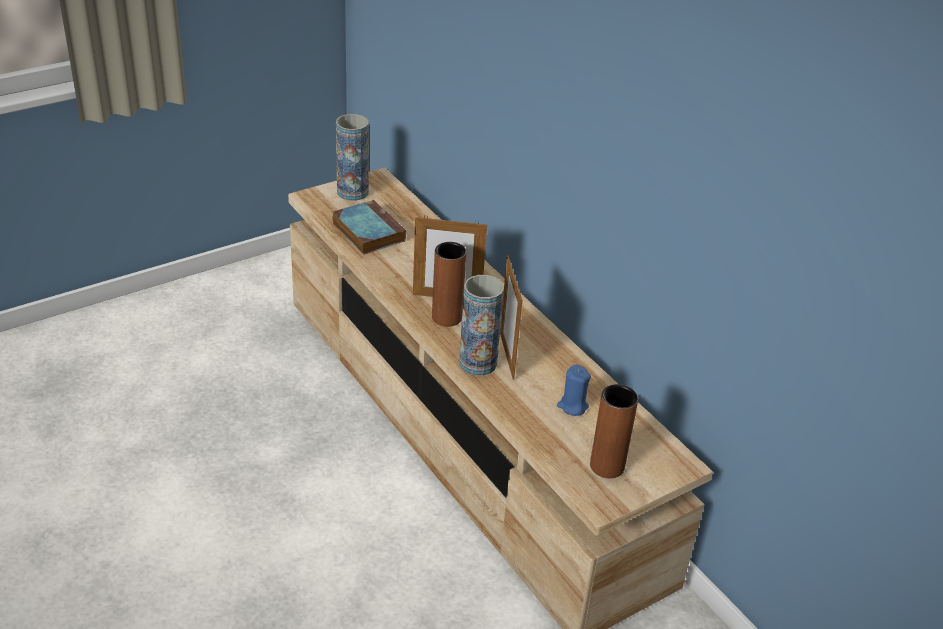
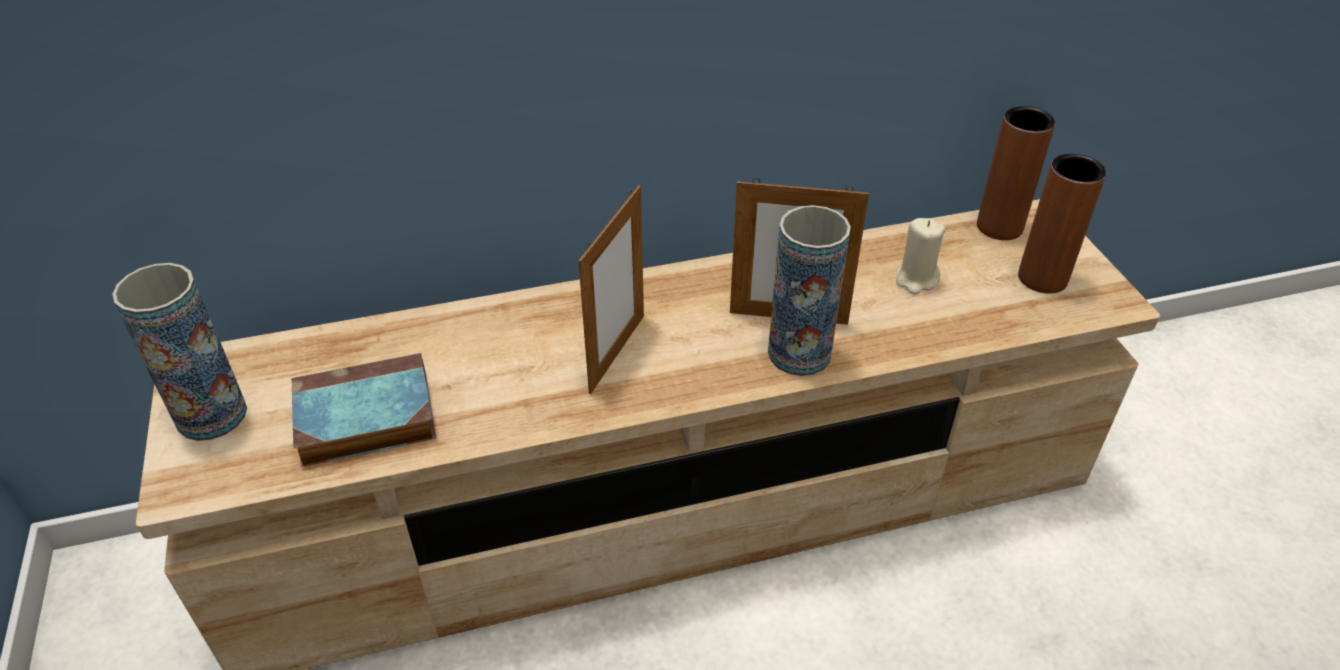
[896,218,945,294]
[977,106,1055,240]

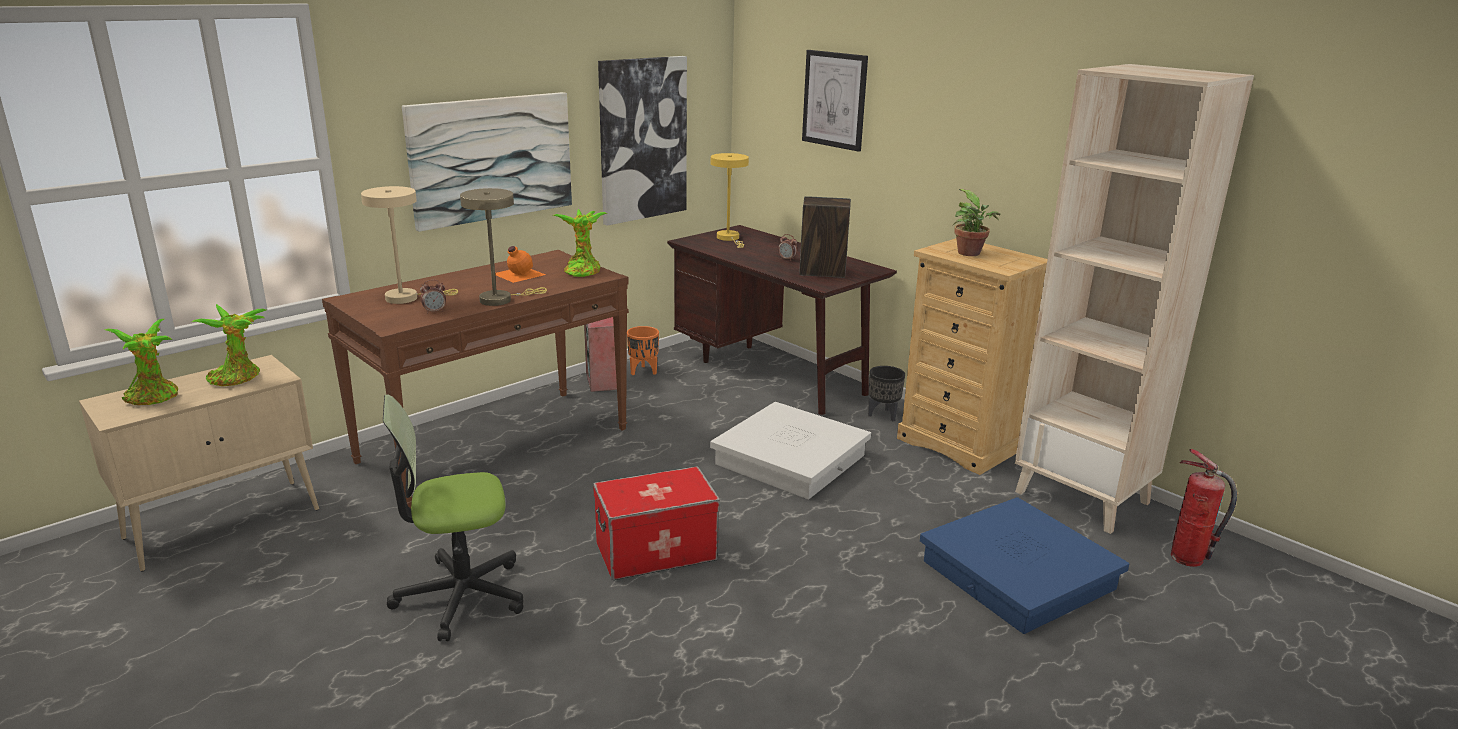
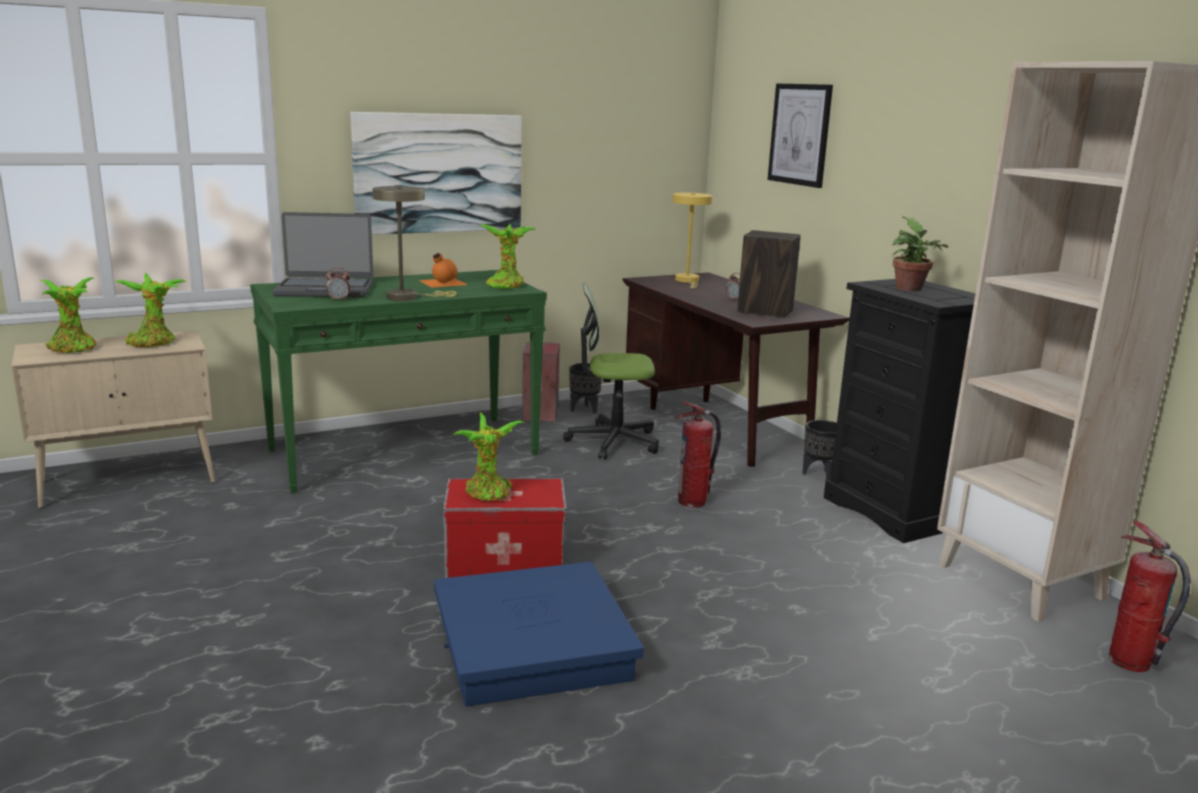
[250,270,547,494]
[272,212,373,297]
[434,562,644,706]
[452,412,524,501]
[563,283,659,459]
[569,363,602,414]
[675,402,721,508]
[824,279,976,543]
[598,56,687,226] (first image)

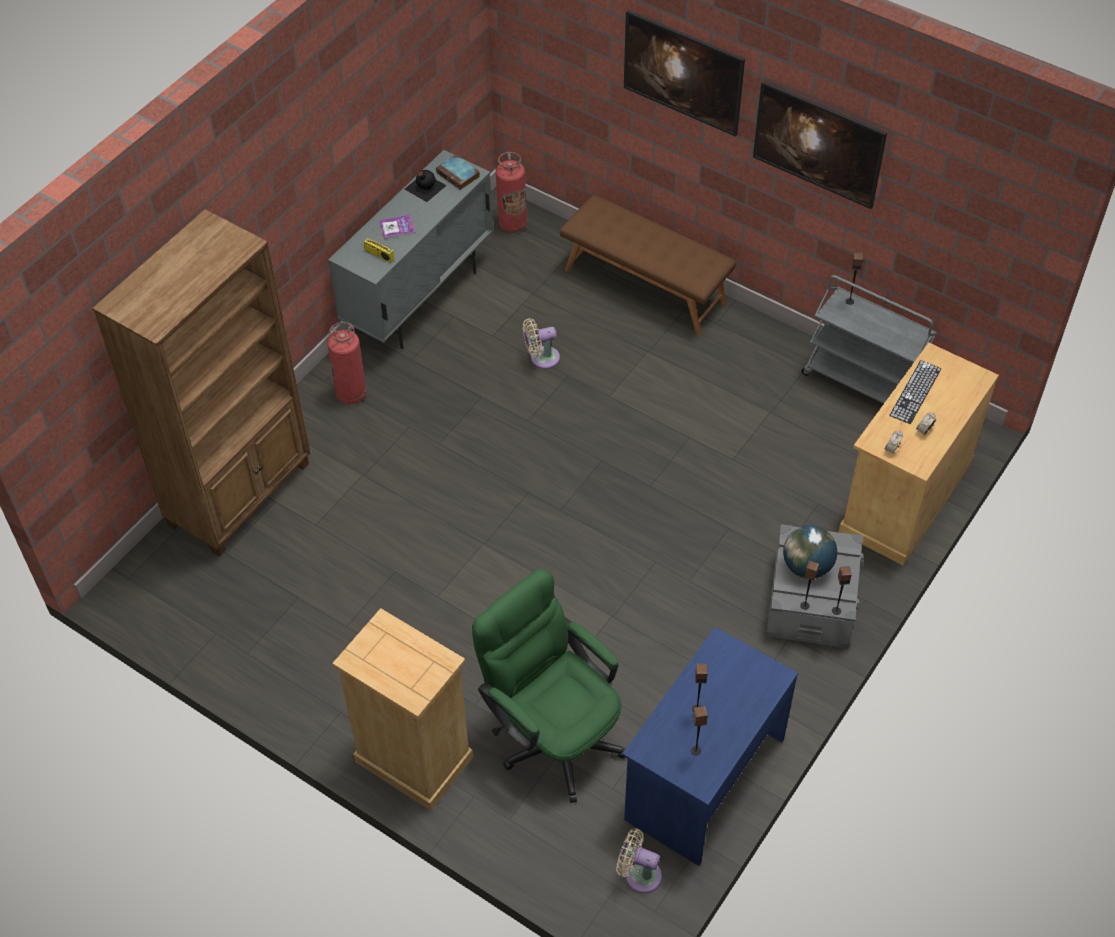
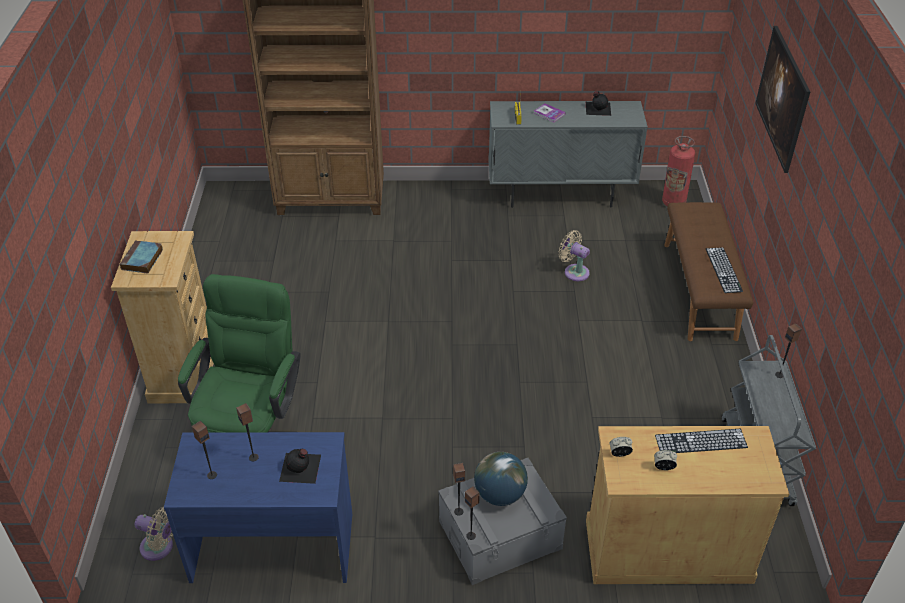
[120,240,163,274]
[135,507,173,561]
[279,449,321,484]
[706,247,743,293]
[327,322,366,404] (first image)
[753,81,887,209] (first image)

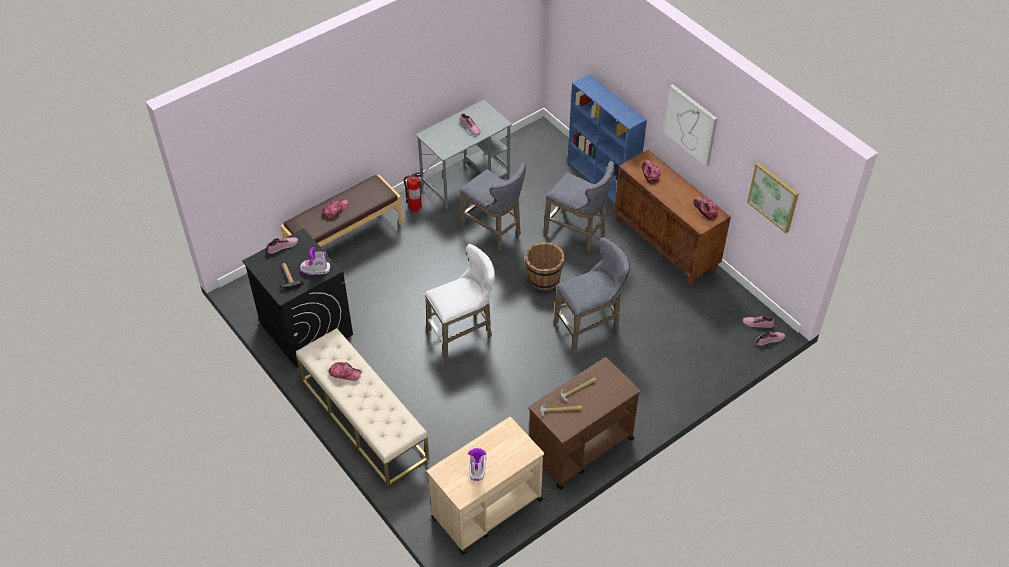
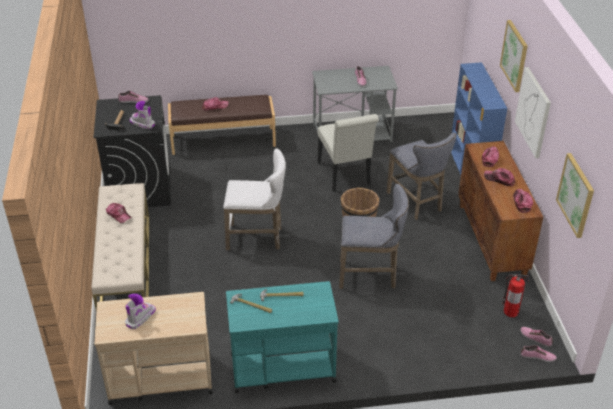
[226,281,339,393]
[318,114,379,192]
[484,168,515,186]
[500,20,528,92]
[503,274,529,317]

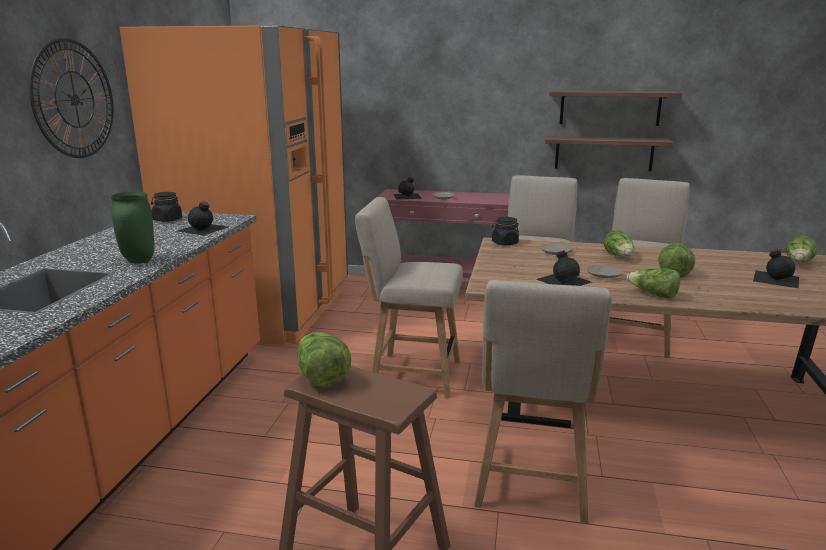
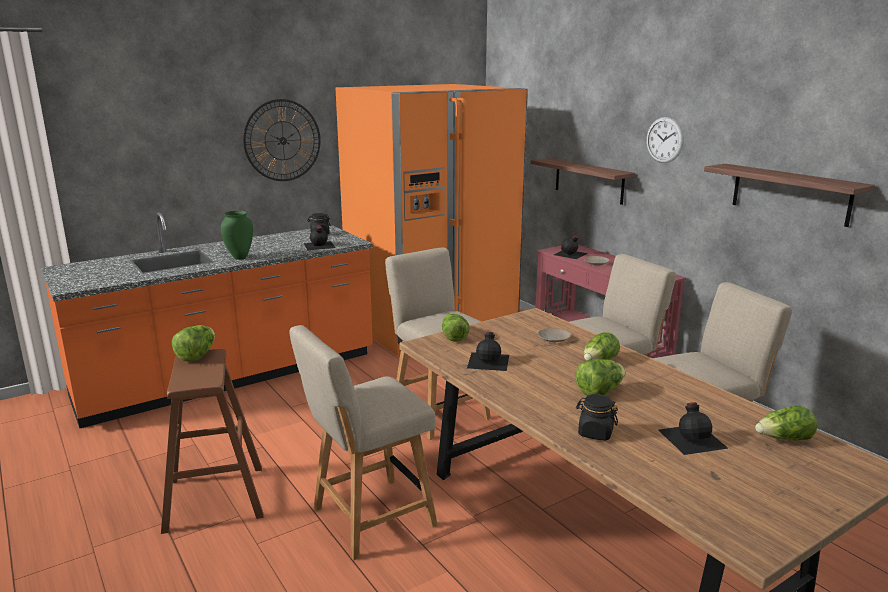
[442,313,469,342]
[531,158,635,205]
[576,394,618,441]
[646,117,683,163]
[586,265,623,278] (first image)

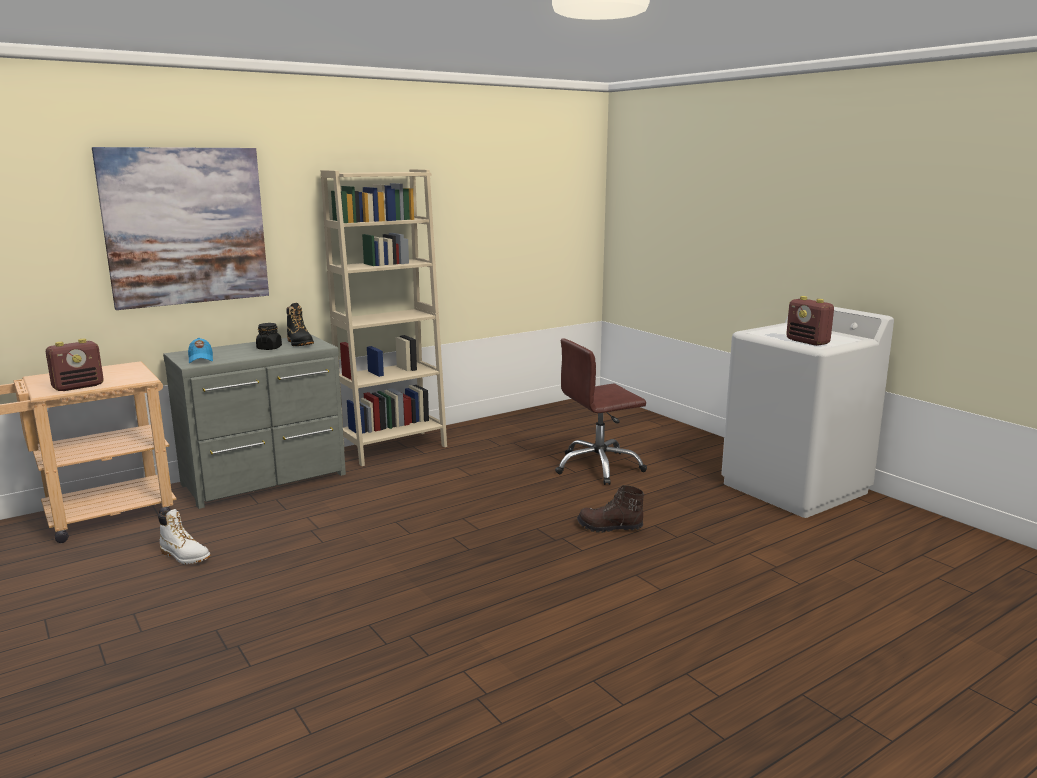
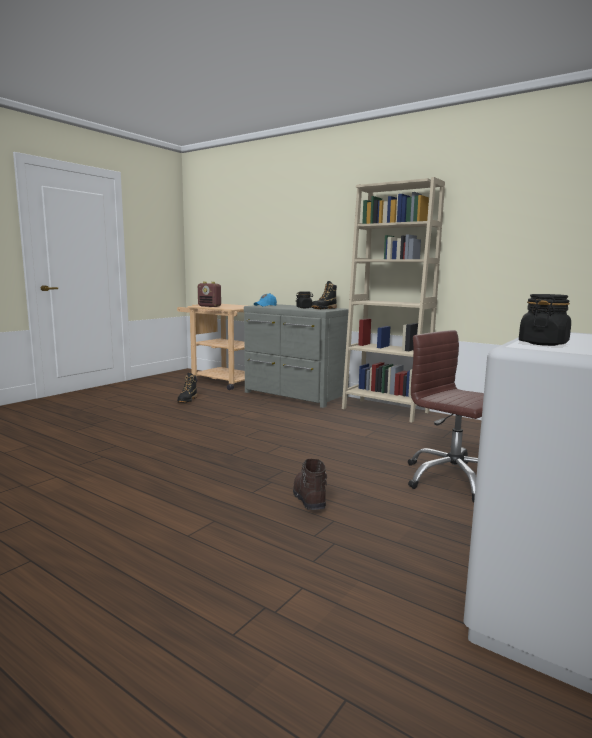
[177,373,197,403]
[519,294,571,346]
[92,147,269,310] (first image)

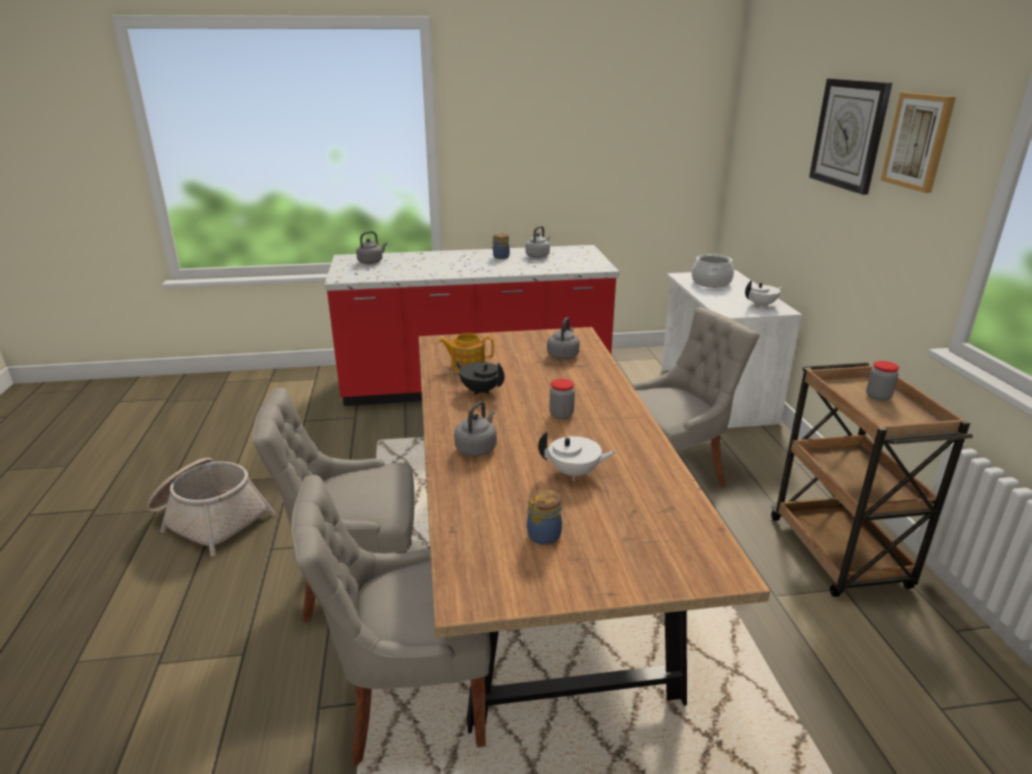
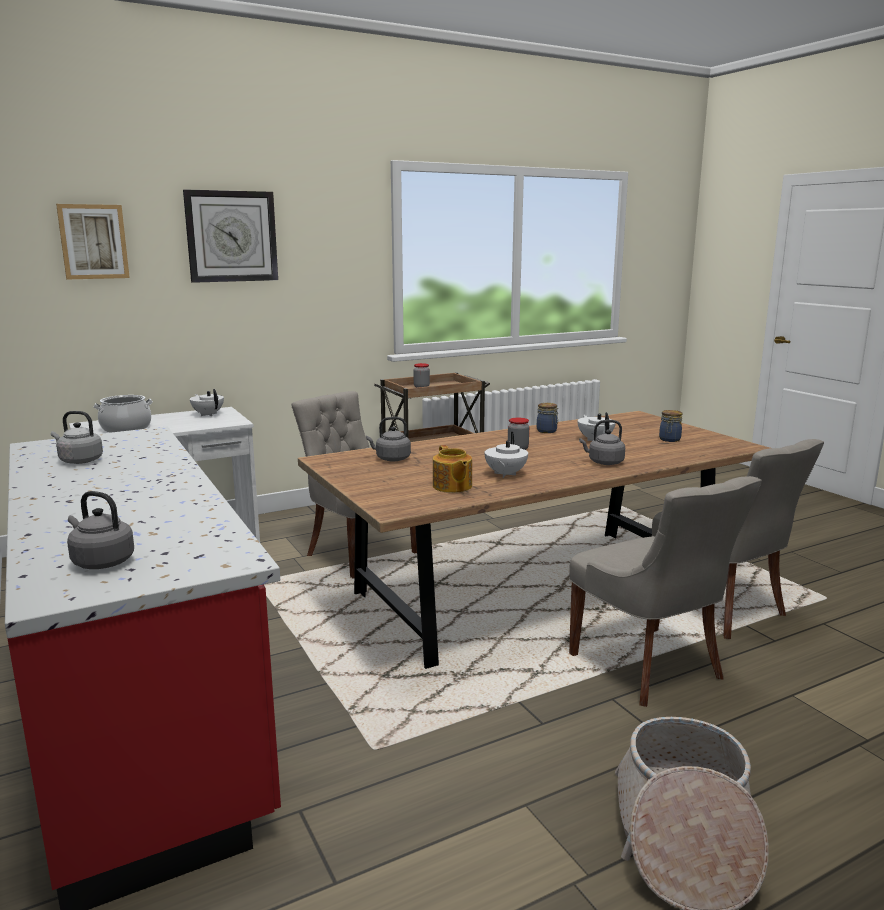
[56,204,130,279]
[484,432,528,478]
[537,403,558,433]

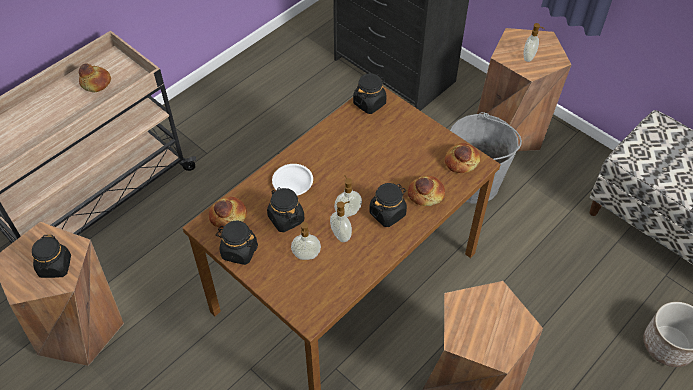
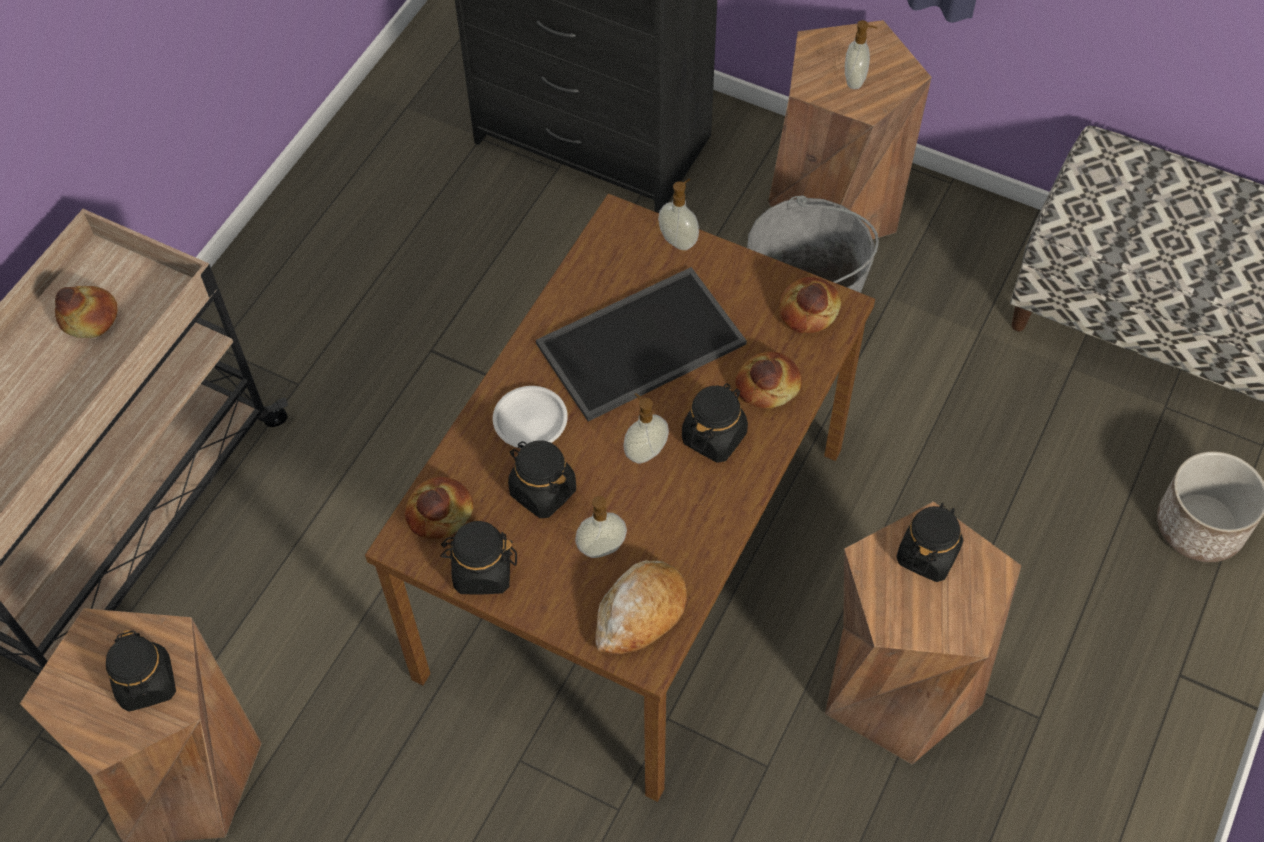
[536,267,747,421]
[595,560,687,654]
[658,179,699,250]
[896,503,963,582]

